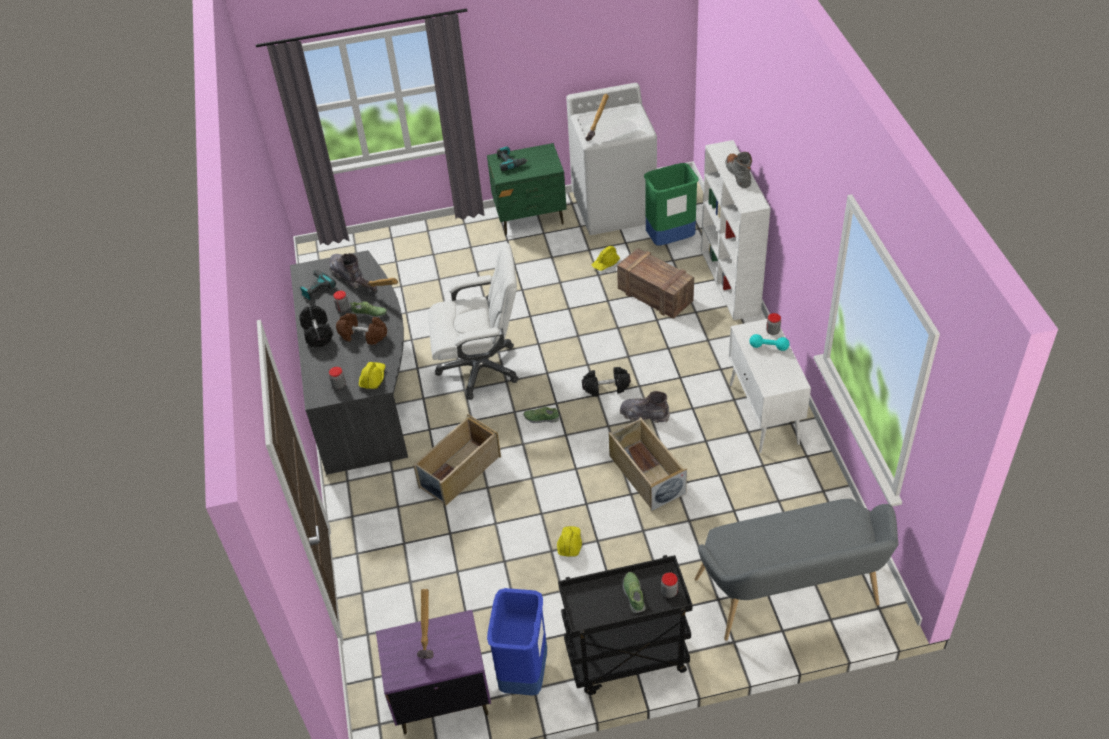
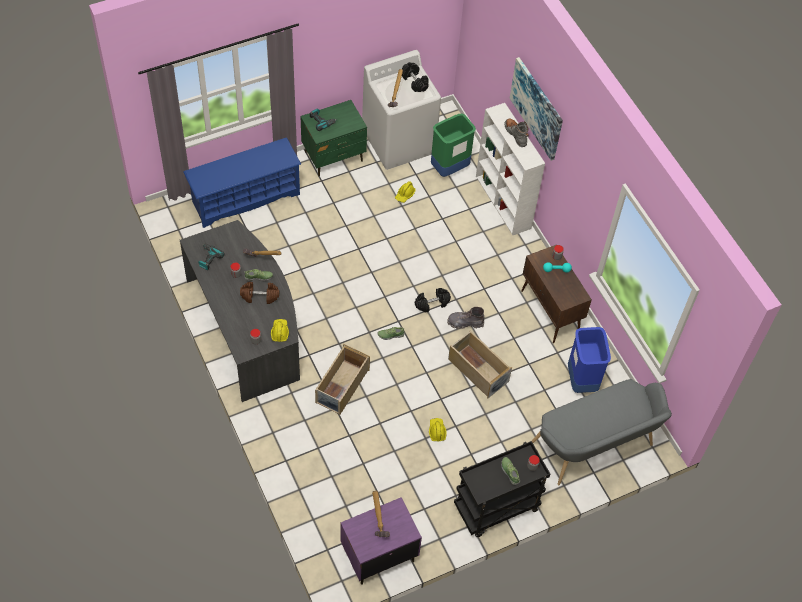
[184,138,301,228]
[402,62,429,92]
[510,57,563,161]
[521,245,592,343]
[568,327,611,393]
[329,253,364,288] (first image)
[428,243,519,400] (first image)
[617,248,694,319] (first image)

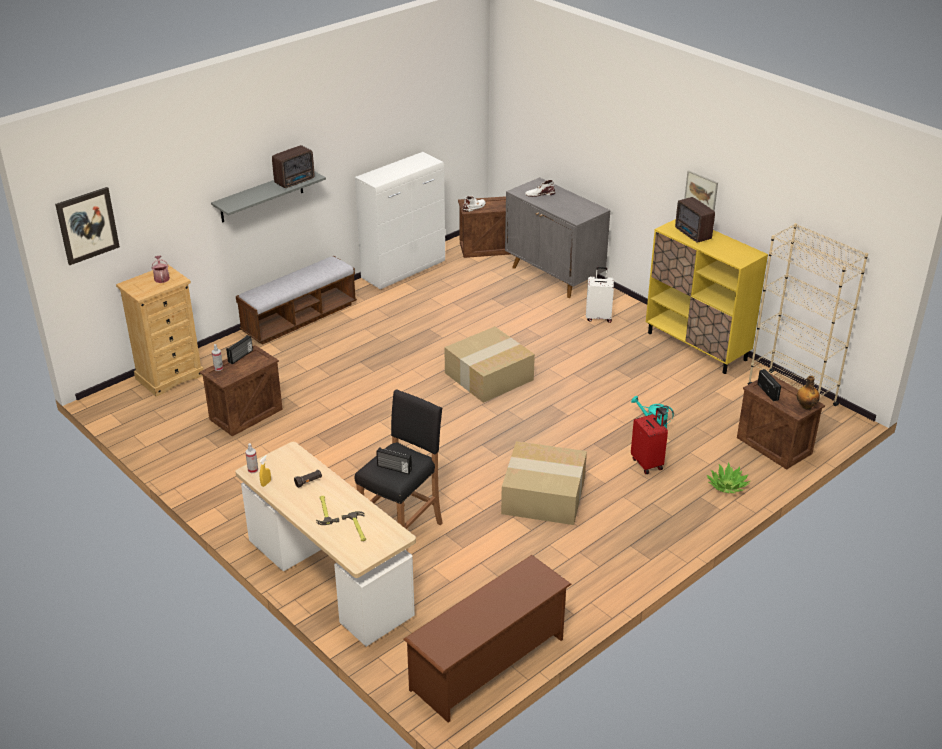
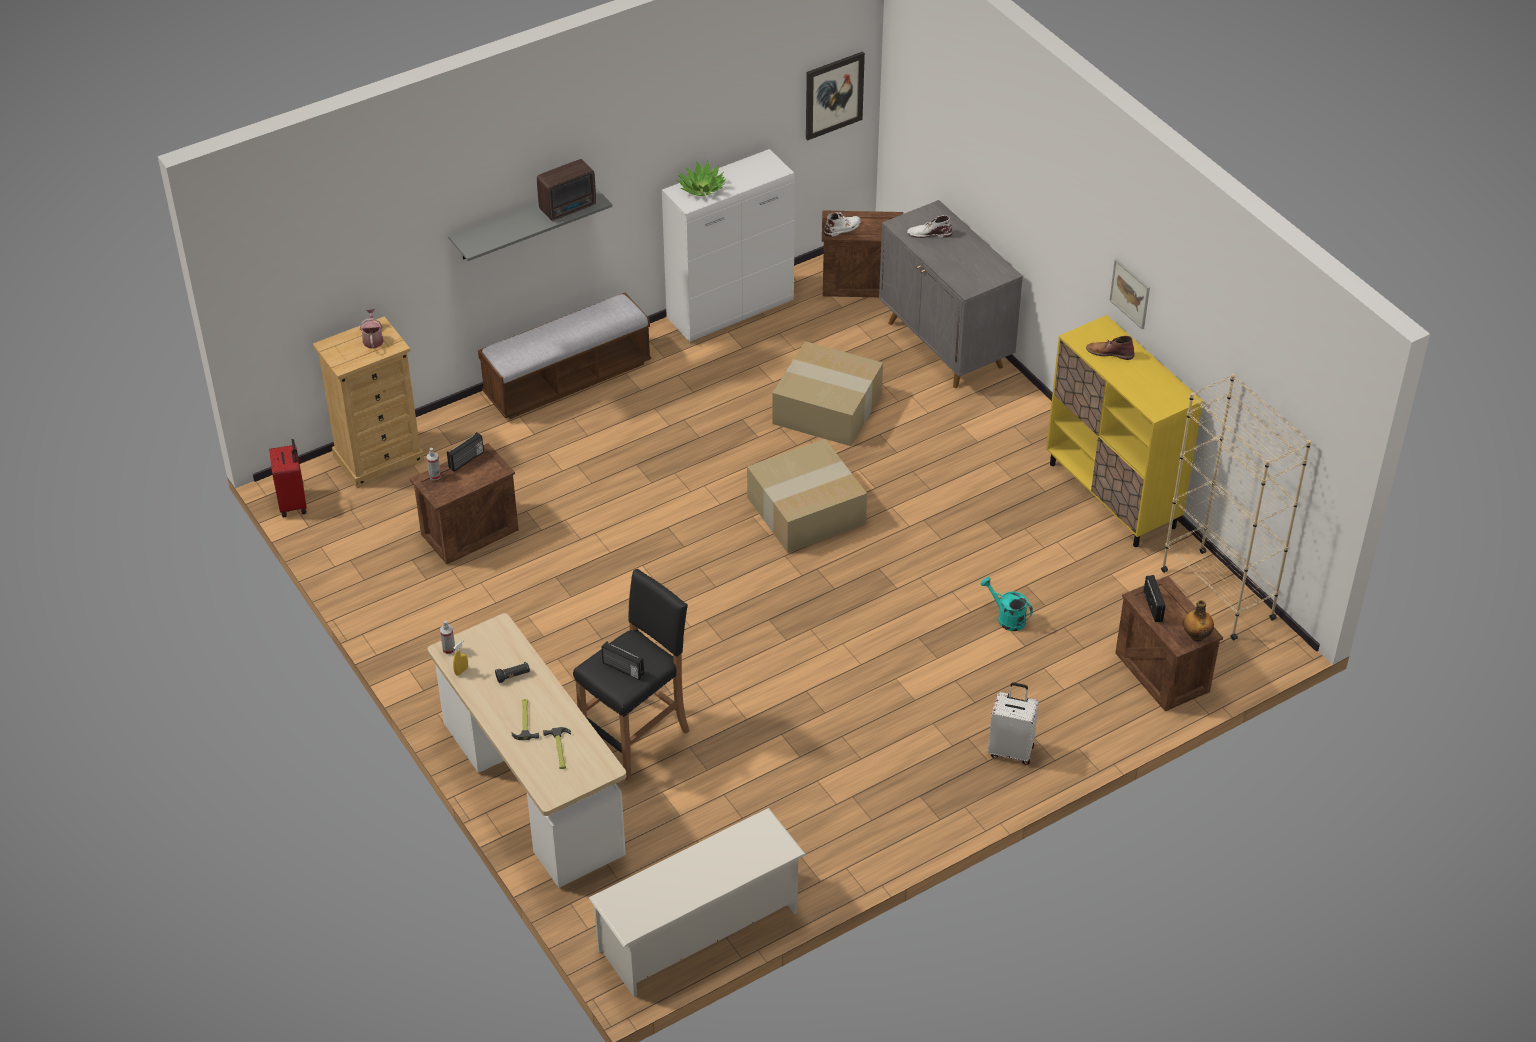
[269,439,307,518]
[589,808,806,997]
[676,160,727,196]
[772,341,883,446]
[806,52,865,140]
[988,682,1039,765]
[1086,336,1134,360]

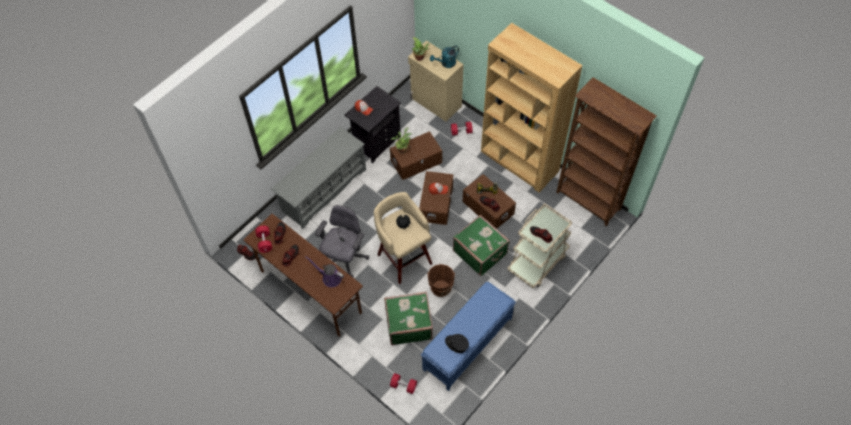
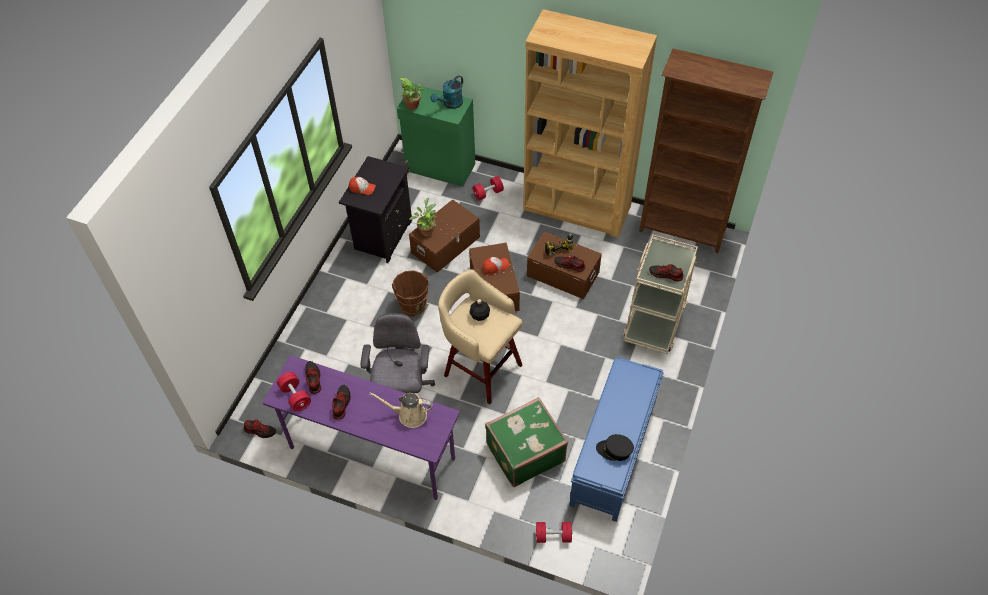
[262,355,460,500]
[369,393,433,428]
[392,270,429,316]
[397,84,475,187]
[271,127,366,229] (first image)
[453,215,510,276] (first image)

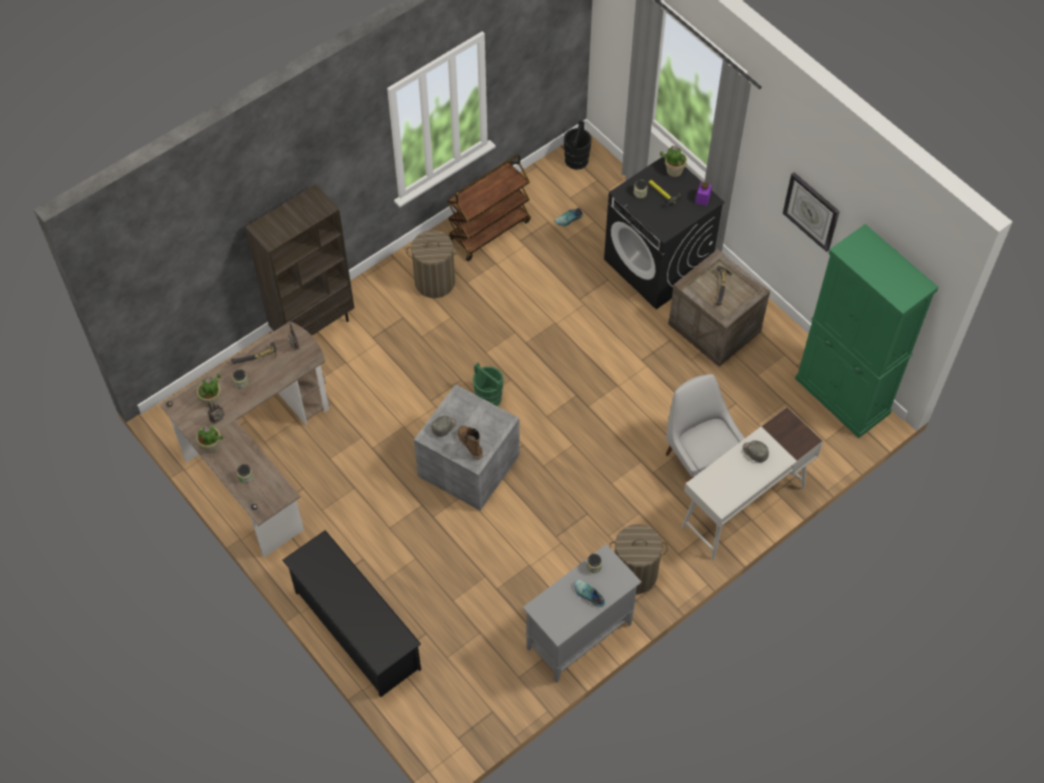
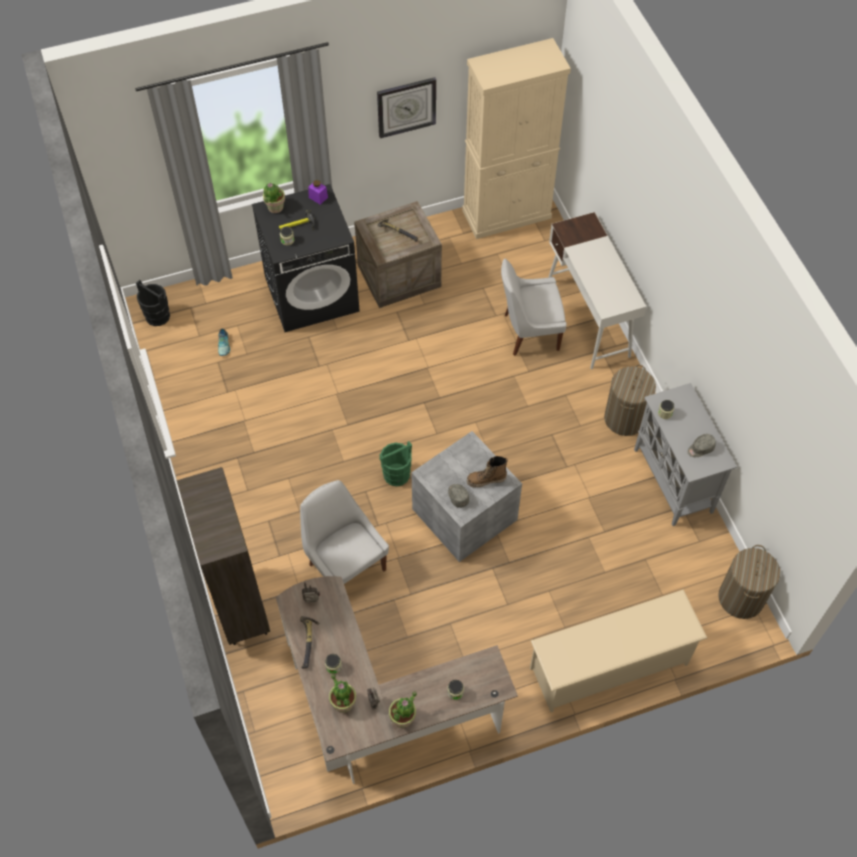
[300,480,389,584]
[462,38,571,239]
[530,590,707,712]
[688,434,716,457]
[719,545,780,619]
[447,154,531,261] (first image)
[574,580,605,607] (first image)

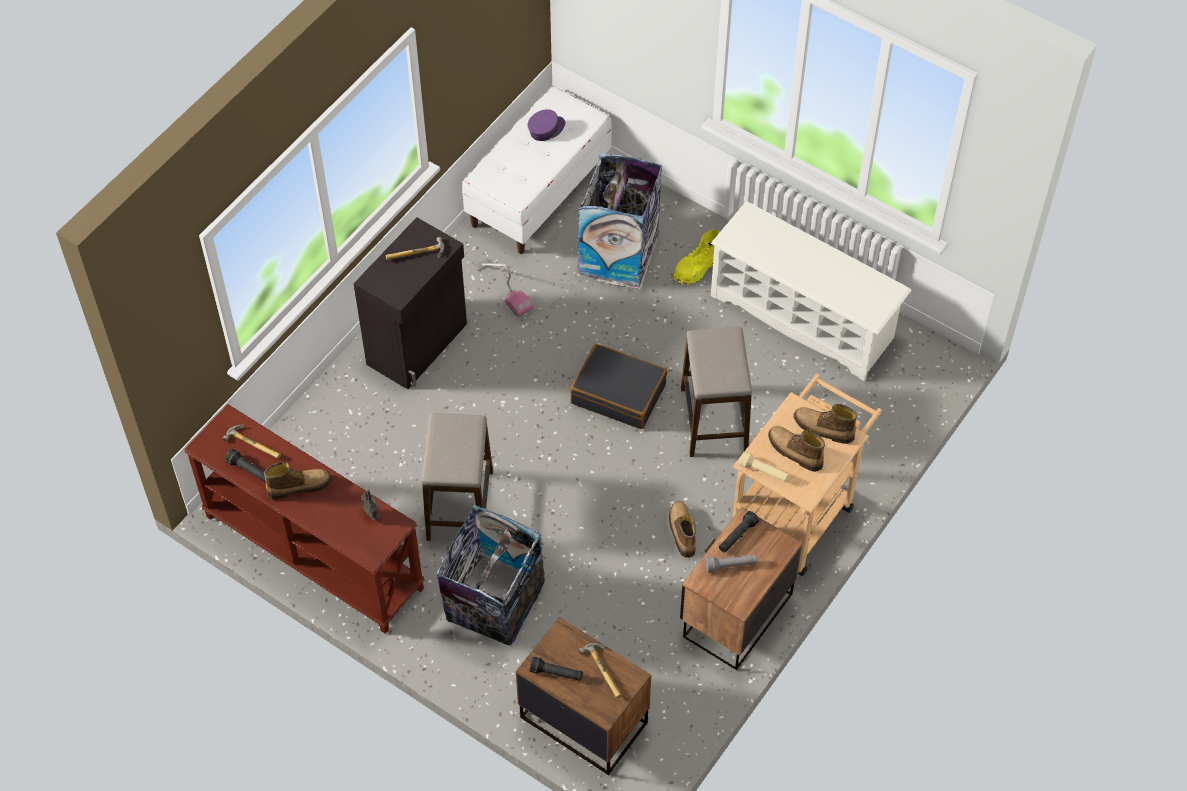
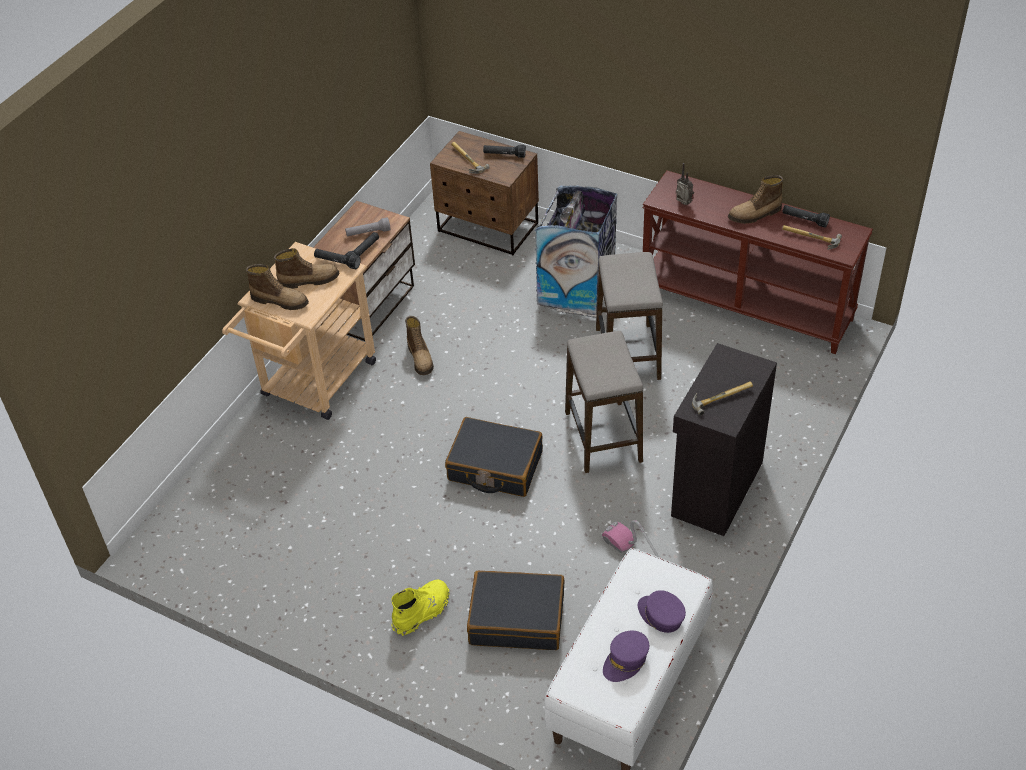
[274,248,339,289]
[314,249,361,269]
[467,571,564,650]
[565,331,643,473]
[638,590,686,633]
[711,202,912,381] (first image)

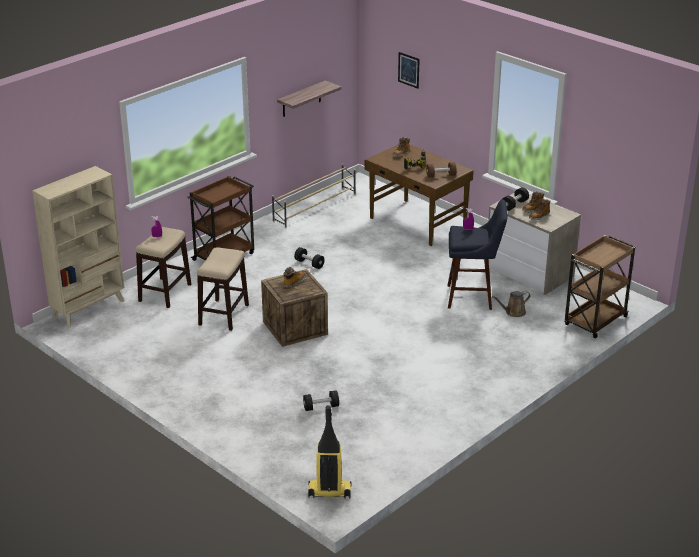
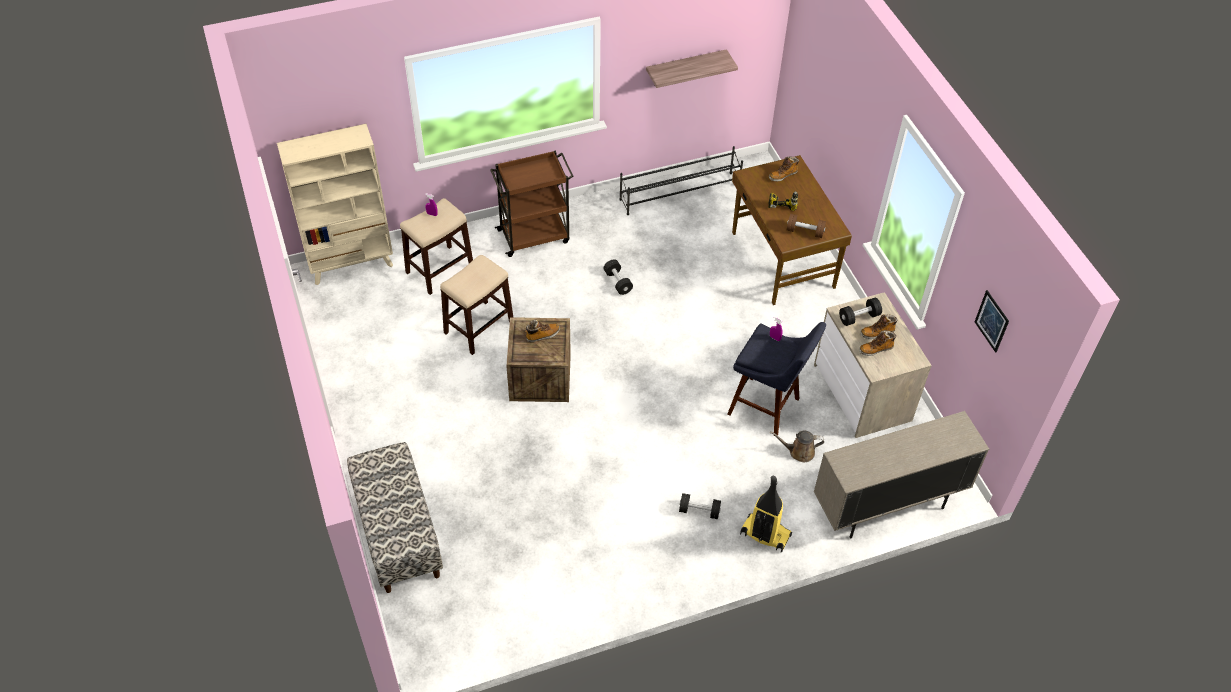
[347,442,443,593]
[619,146,743,215]
[679,493,721,519]
[740,476,792,553]
[814,411,989,538]
[975,290,1009,353]

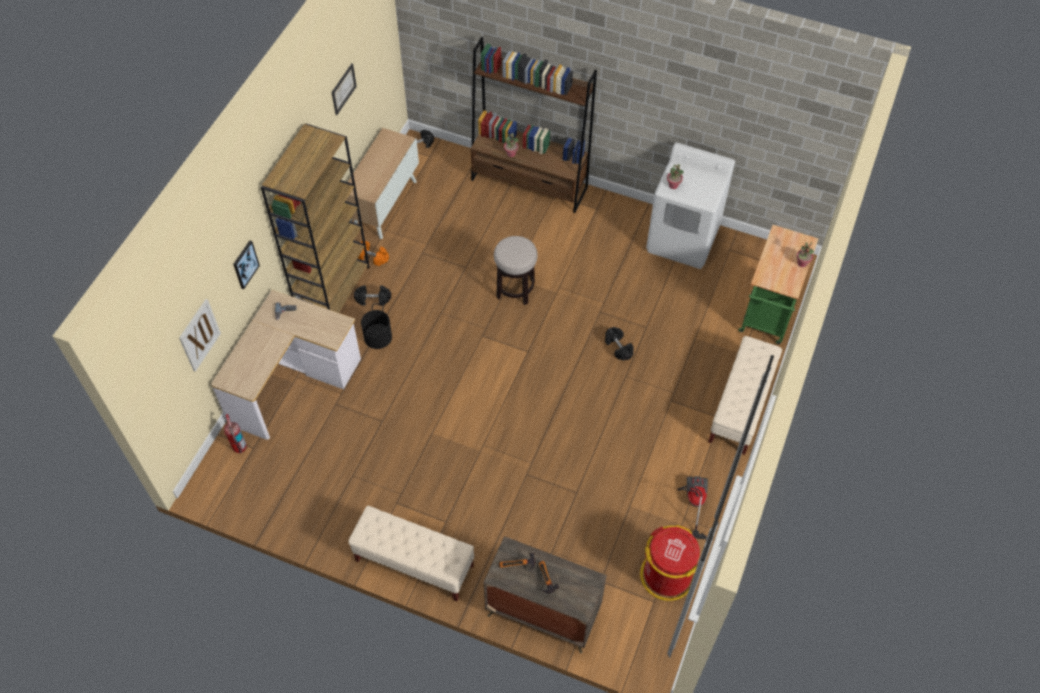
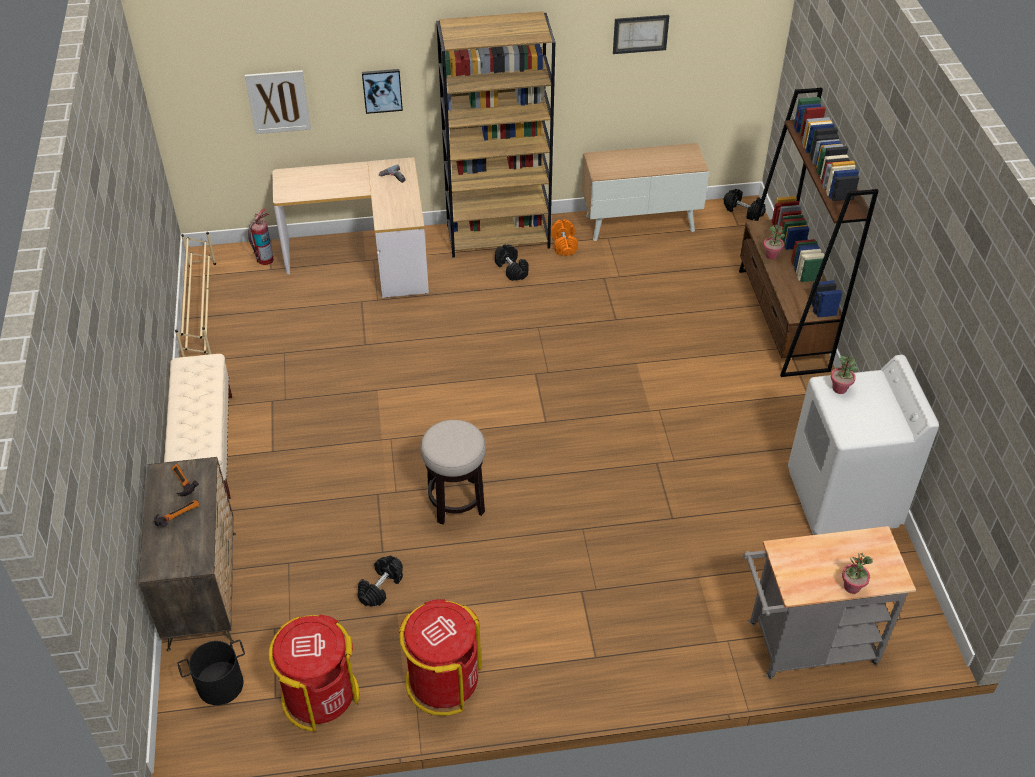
[175,232,216,357]
[177,640,245,705]
[357,555,403,607]
[399,599,481,716]
[420,420,486,525]
[744,526,916,679]
[708,336,782,455] (first image)

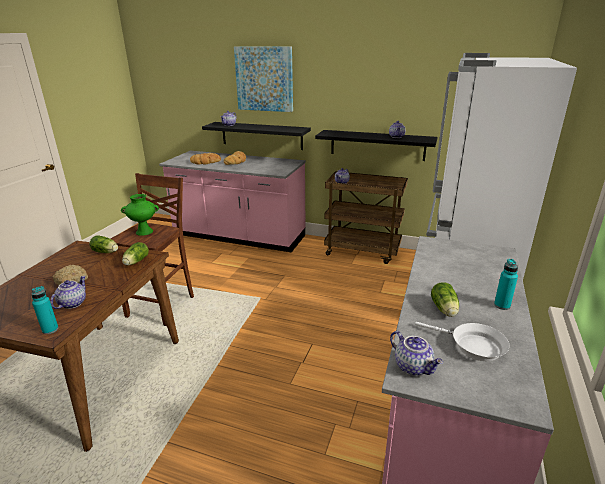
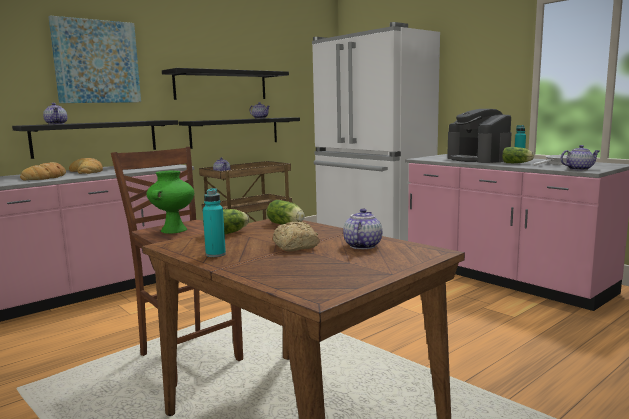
[162,68,289,100]
[203,188,226,257]
[343,208,382,249]
[447,109,512,163]

